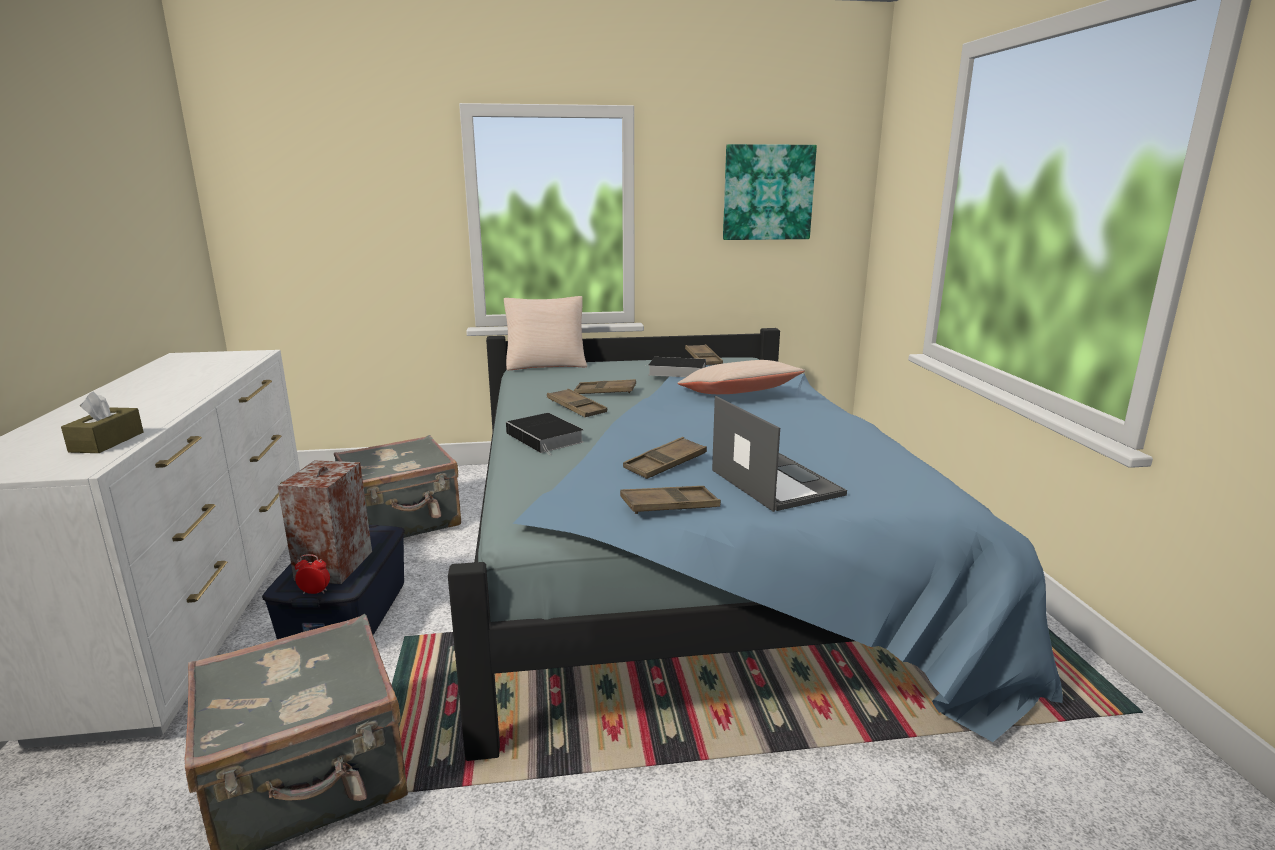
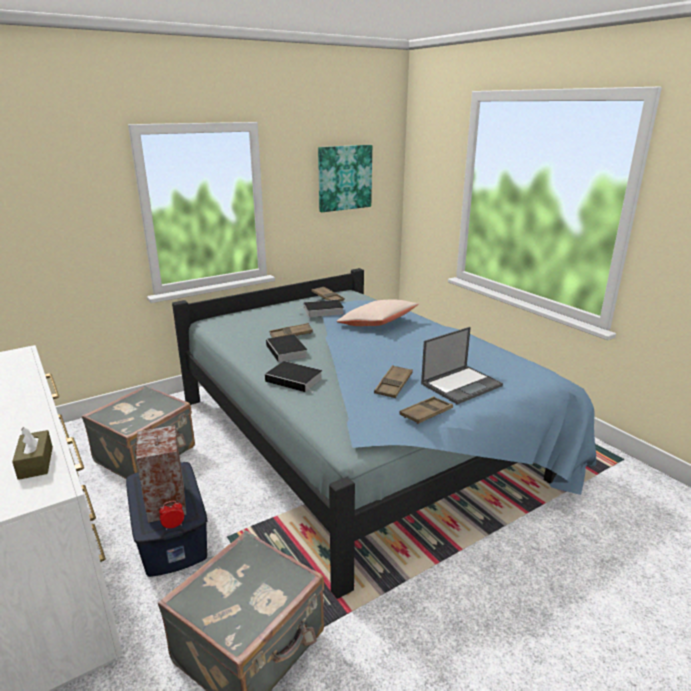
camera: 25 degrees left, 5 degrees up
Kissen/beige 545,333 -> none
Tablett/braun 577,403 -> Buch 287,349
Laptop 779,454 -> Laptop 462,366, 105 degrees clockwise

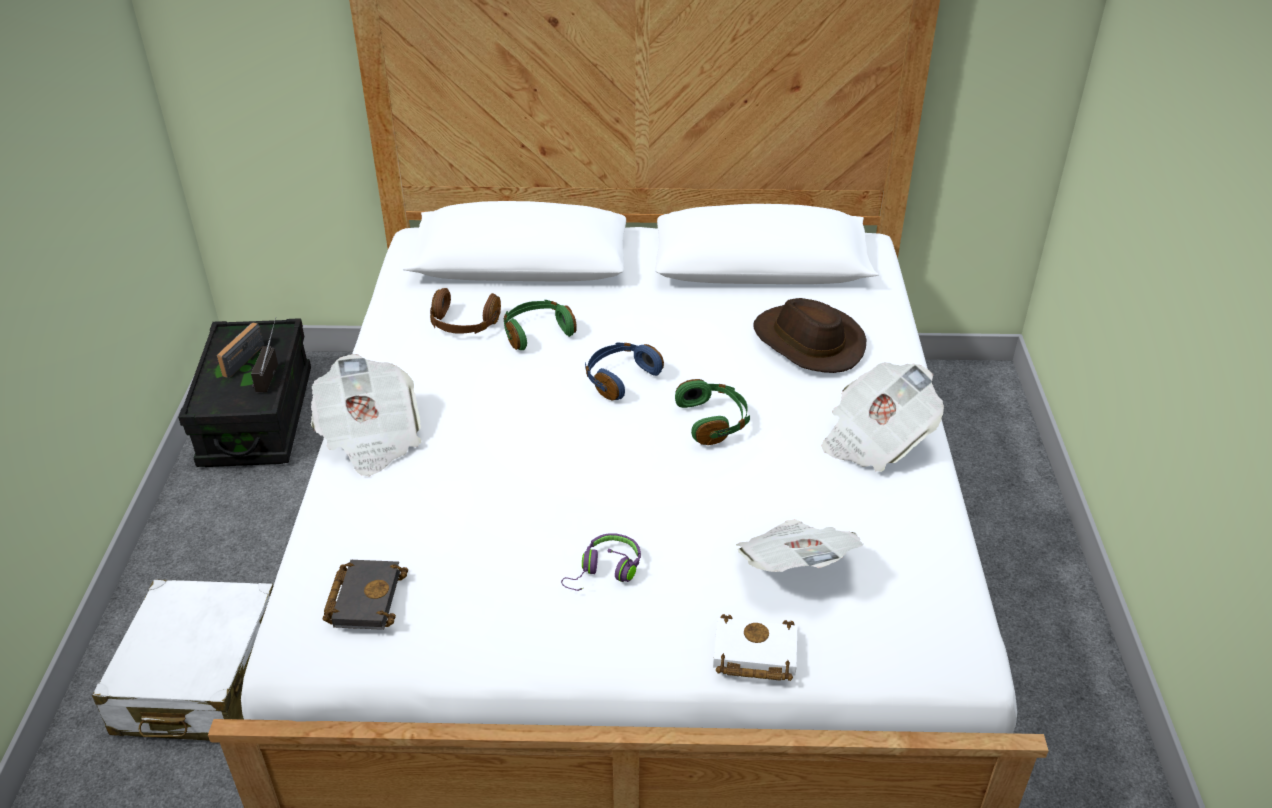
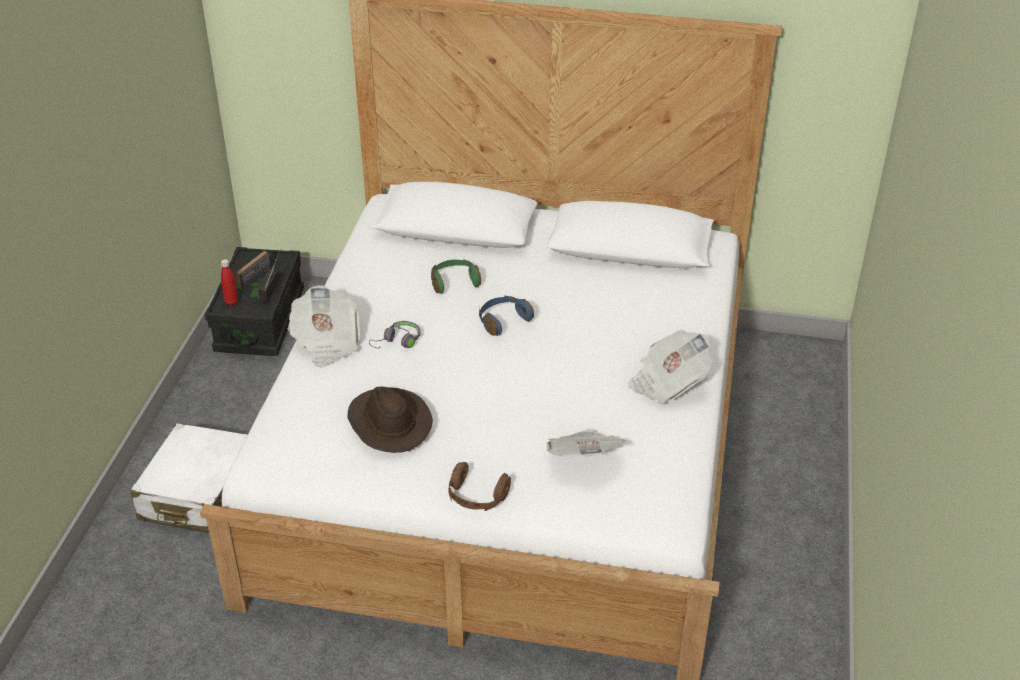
camera: 10 degrees right, 0 degrees up
Kopfhörer/braun 465,311 -> Kopfhörer/braun 480,486, moved
Hut/braun 809,335 -> Hut/braun 390,420, moved
Kopfhörer/grün 712,412 -> none
Kopfhörer/lila 601,562 -> Kopfhörer/lila 394,335, moved
Buch/schwarz 365,595 -> none
Buch/weiß 755,647 -> none
none -> Flasche/rot 229,282

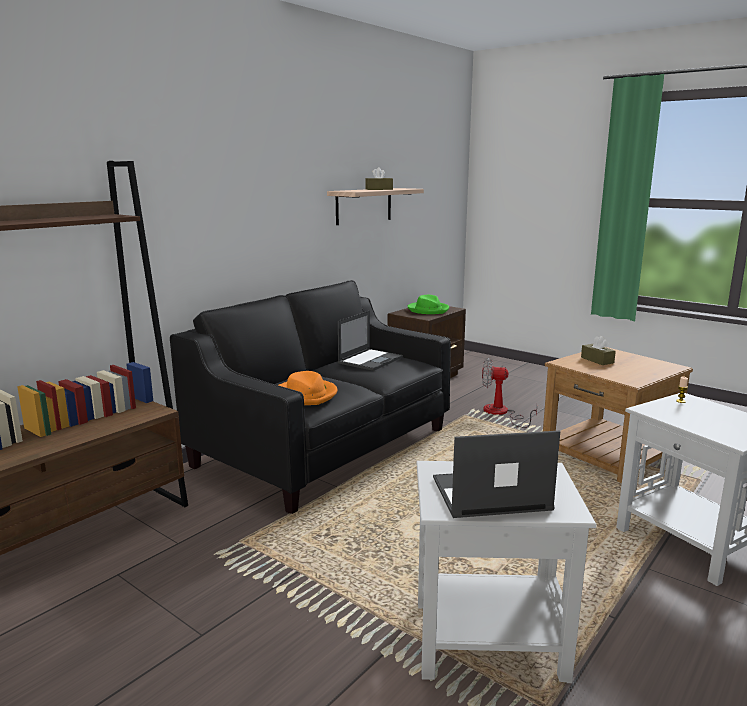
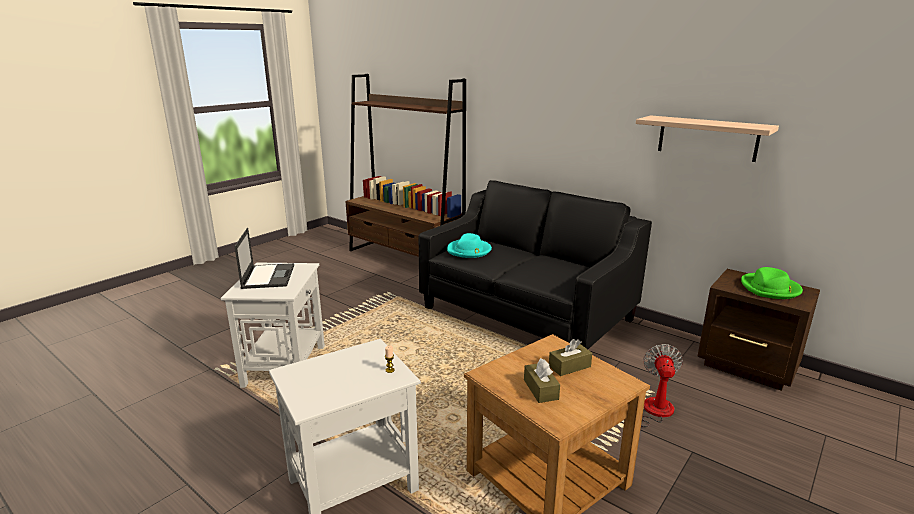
camera: 90 degrees right, 5 degrees up
Taschentuchbox/braun 379,178 -> Taschentuchbox/braun 542,380, moved
Laptop 370,341 -> none
Hut/orange 307,388 -> Hut/türkis 469,245

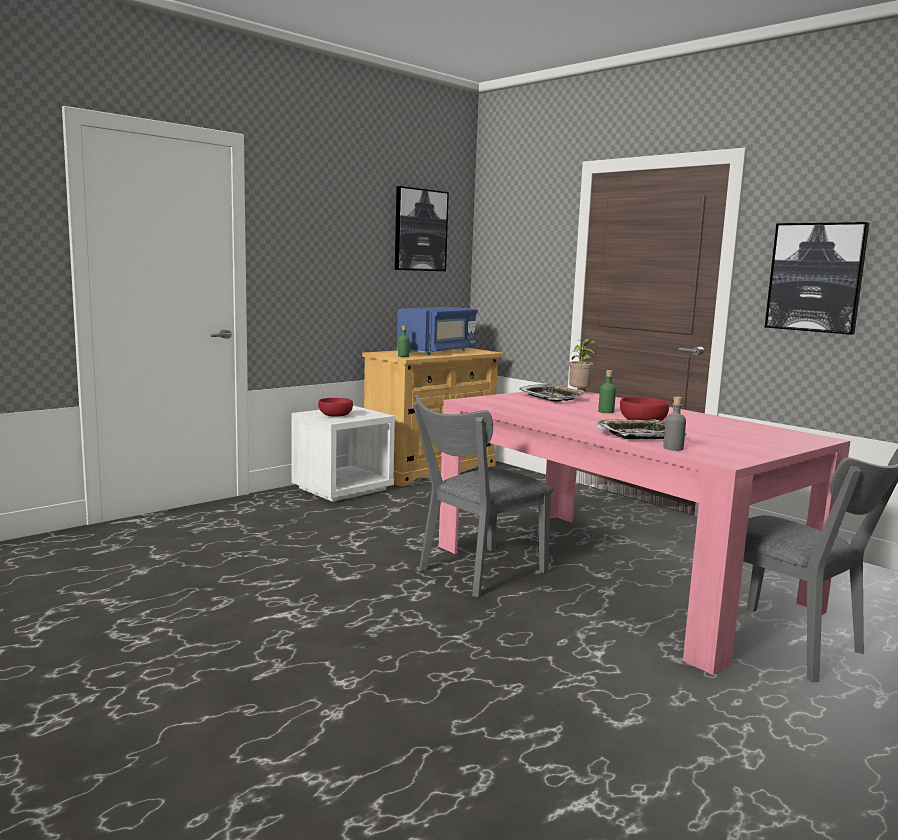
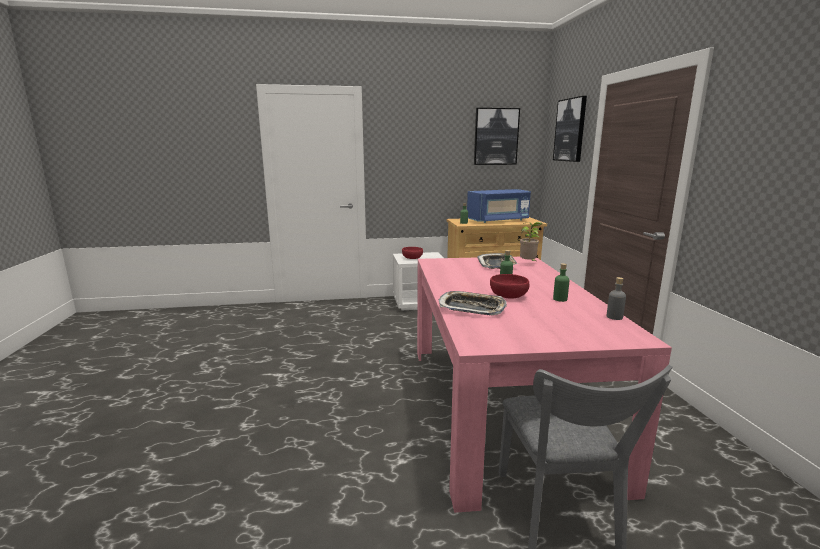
camera: 35 degrees right, 5 degrees up
Bild 817,278 -> Bild 570,129, moved
Stuhl/grau 483,496 -> none
Flasche/grau 674,424 -> Flasche/grau 616,298, moved
none -> Flasche/grün 561,282

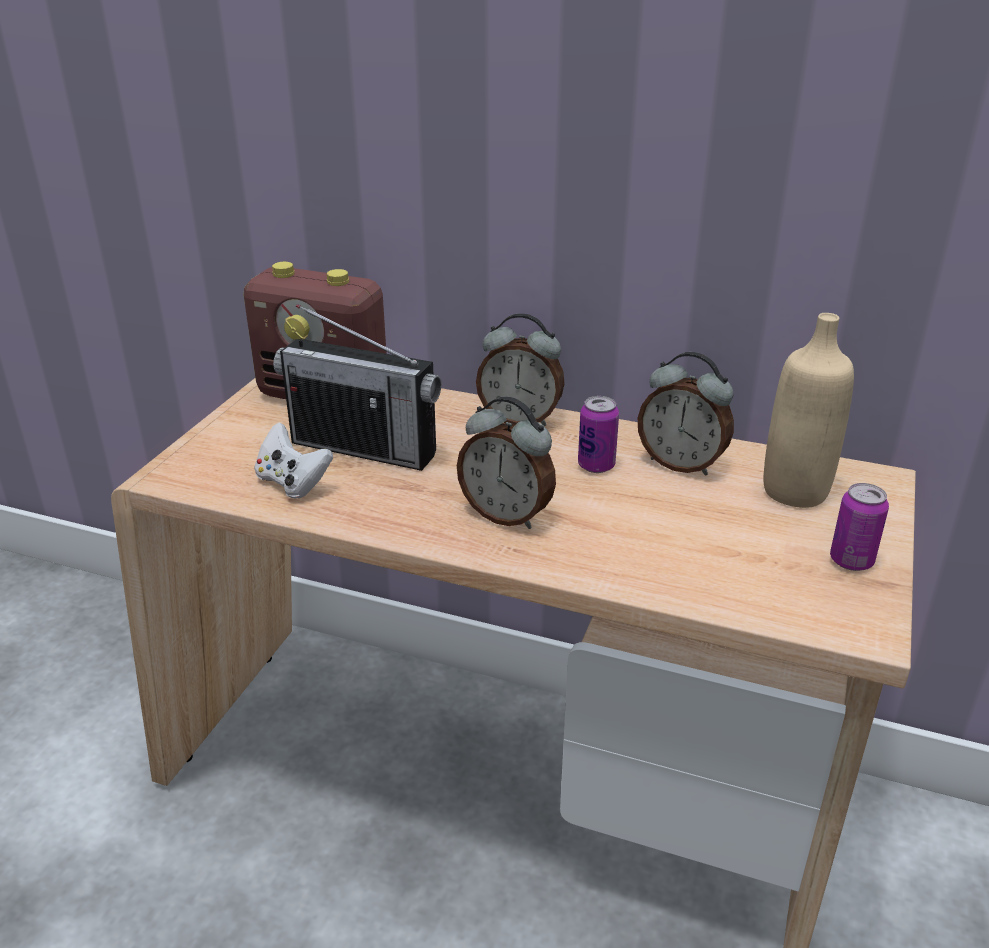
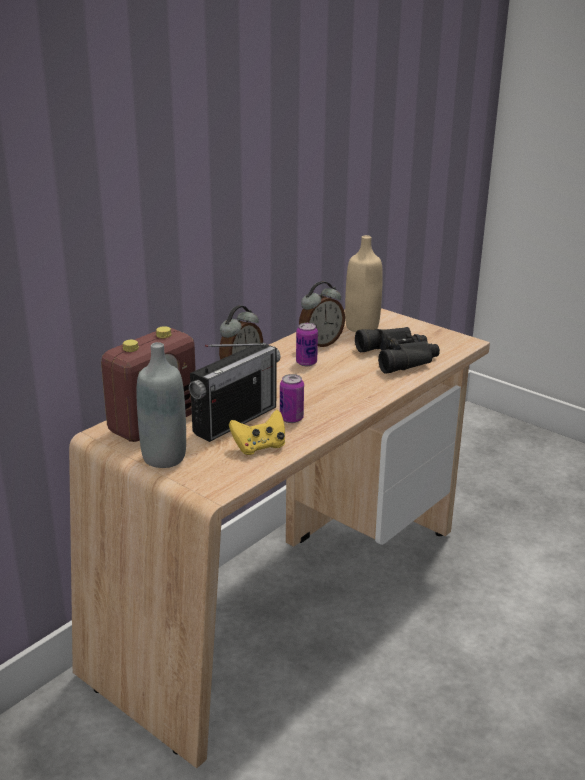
camera: 70 degrees left, 5 degrees down
Wecker 506,462 -> none
Gamepad/weiß 294,460 -> Gamepad/gelb 257,432
Dose 859,527 -> Dose 292,398, moved
none -> Fernglas/schwarz 397,350
none -> Flasche/grau 161,405

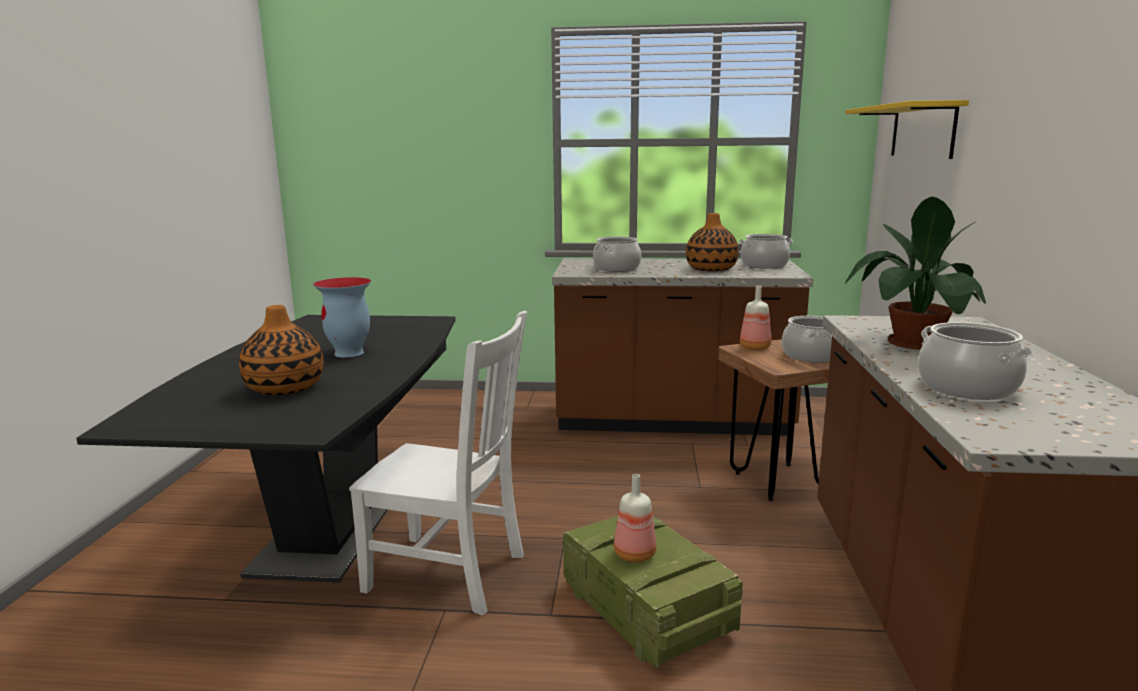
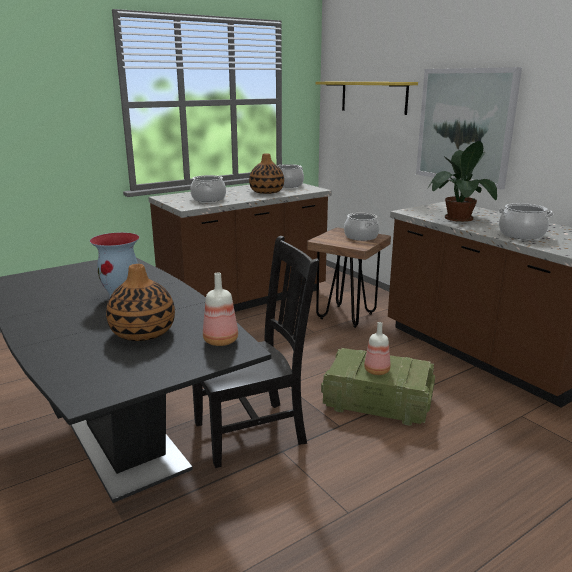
camera: 40 degrees left, 5 degrees up
Flasche 755,318 -> Flasche 220,309, moved
Stuhl/weiß 438,463 -> Stuhl/schwarz 255,352
none -> Bild 469,128

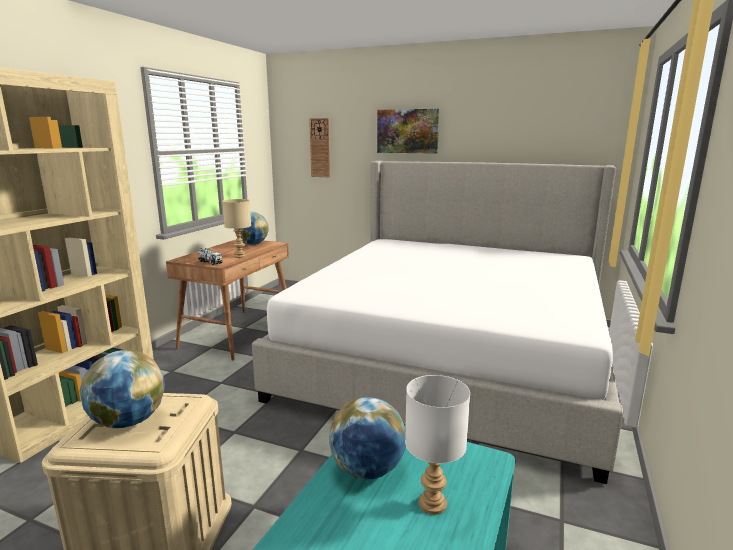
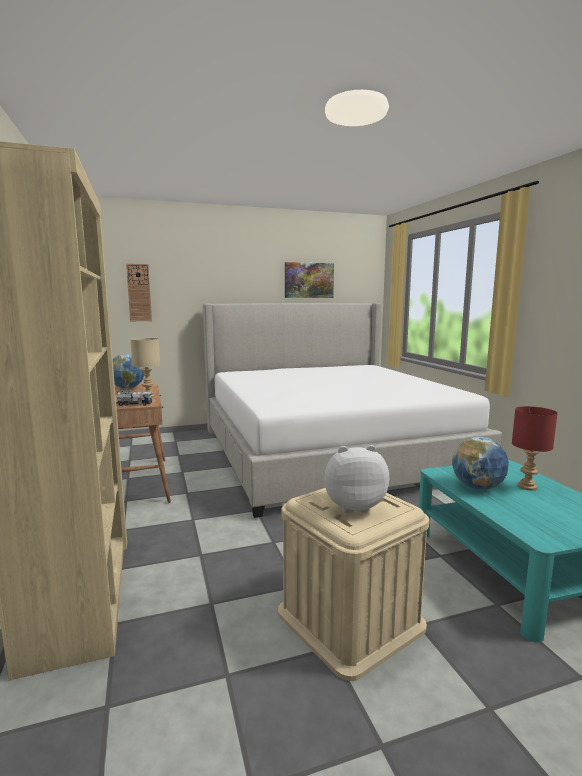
camera: 40 degrees left, 5 degrees down
Bild 408,131 -> Bild 309,280, moved
Globus 122,389 -> Plüschtier 356,479
Tischlampe/weiß 437,445 -> Tischlampe/rot 535,448

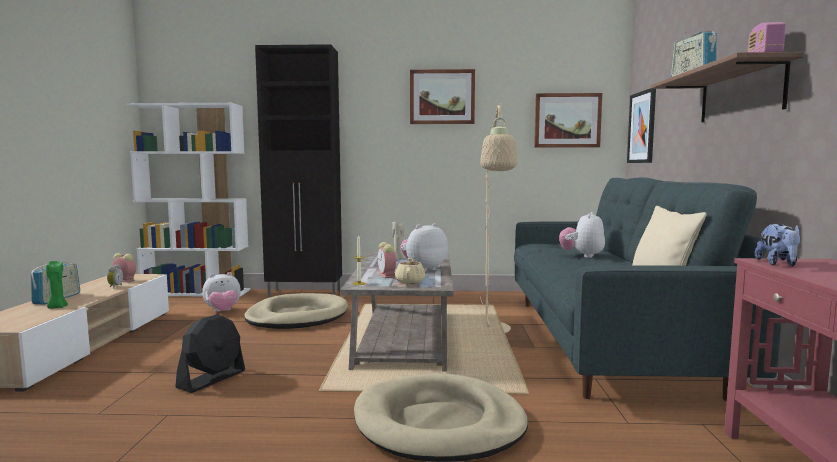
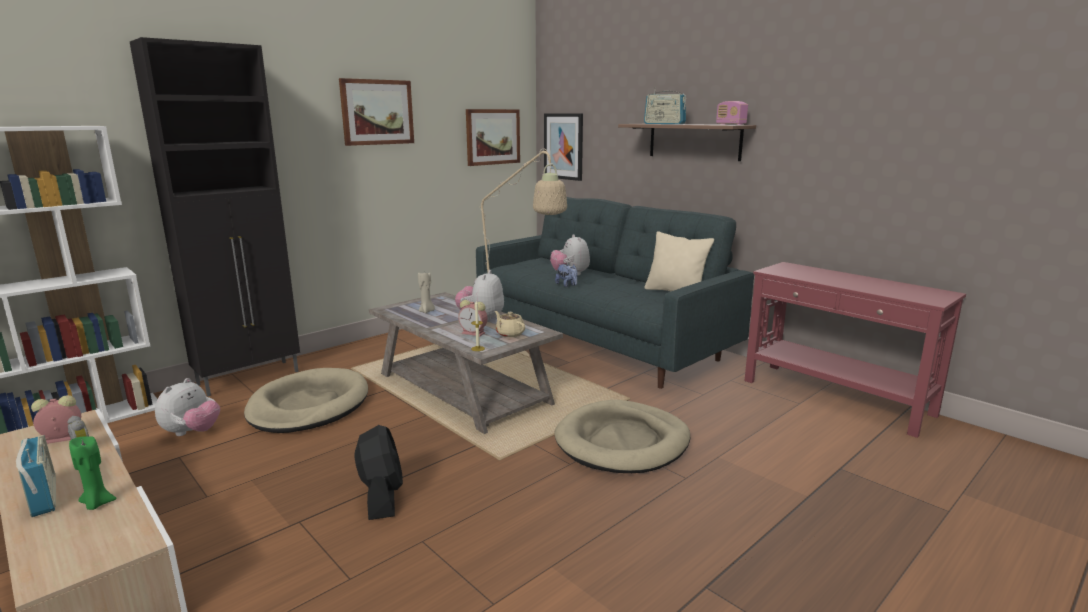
camera: 45 degrees left, 10 degrees up
Plüschtier 778,245 -> Plüschtier 566,275, moved

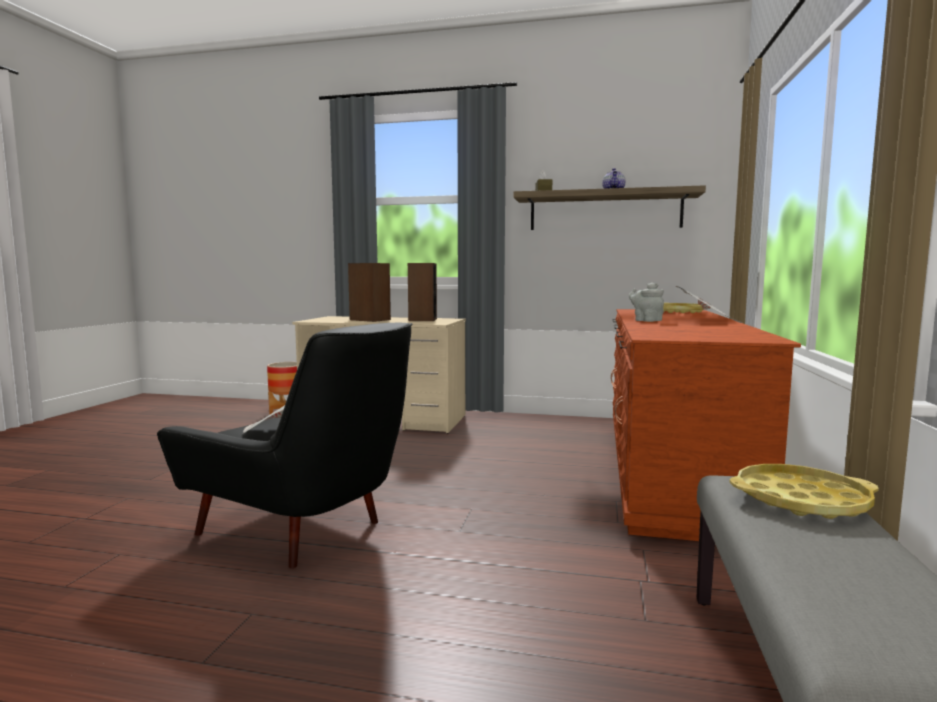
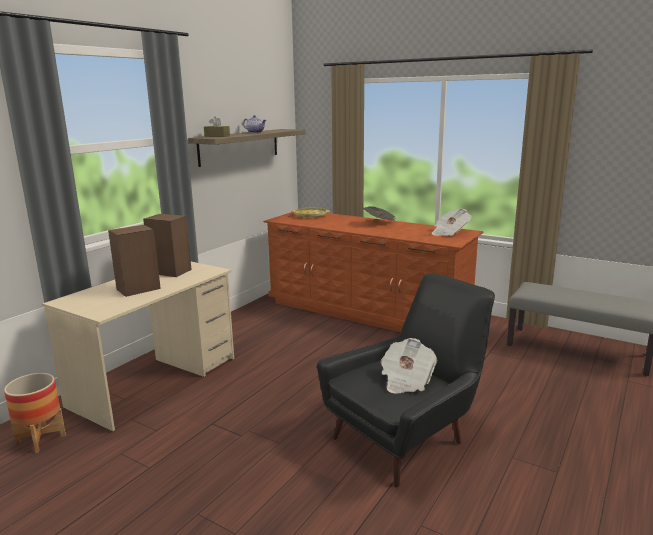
camera: 70 degrees left, 10 degrees up
Teekanne/grau 646,302 -> none
Tablett/gelb 804,491 -> none
none -> Zeitung 452,222

